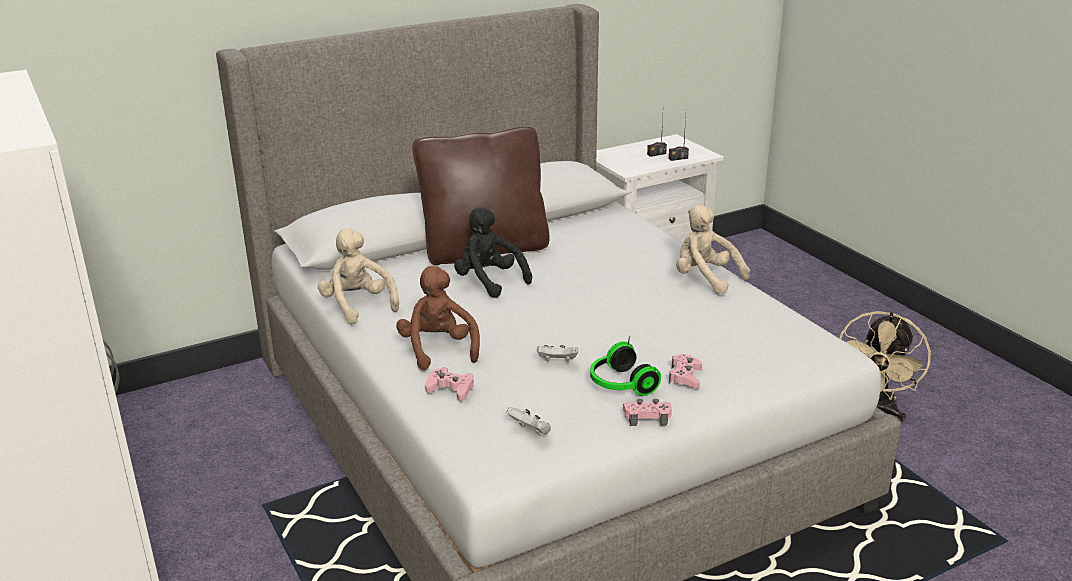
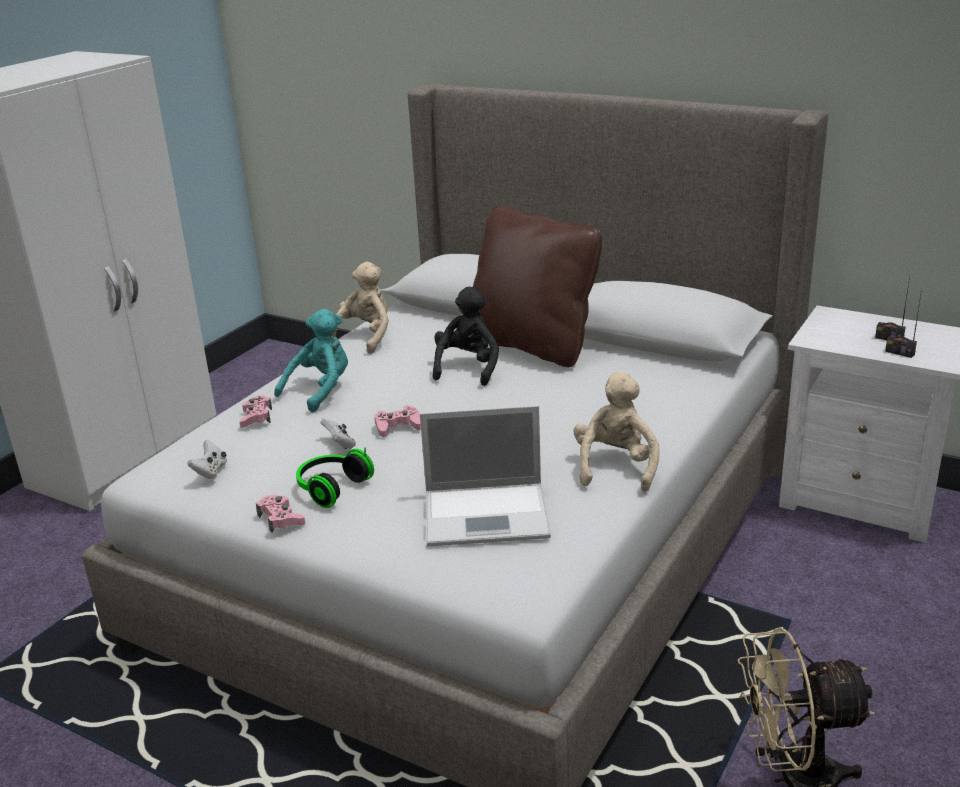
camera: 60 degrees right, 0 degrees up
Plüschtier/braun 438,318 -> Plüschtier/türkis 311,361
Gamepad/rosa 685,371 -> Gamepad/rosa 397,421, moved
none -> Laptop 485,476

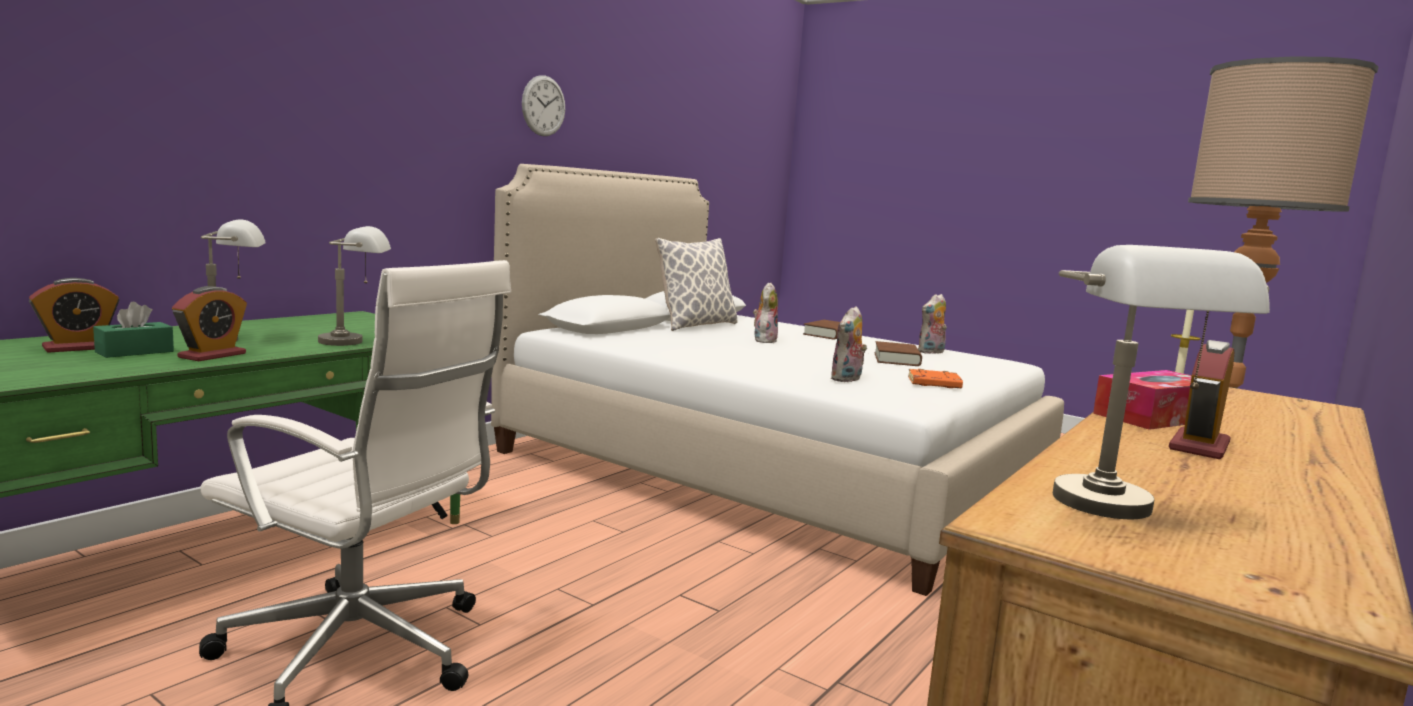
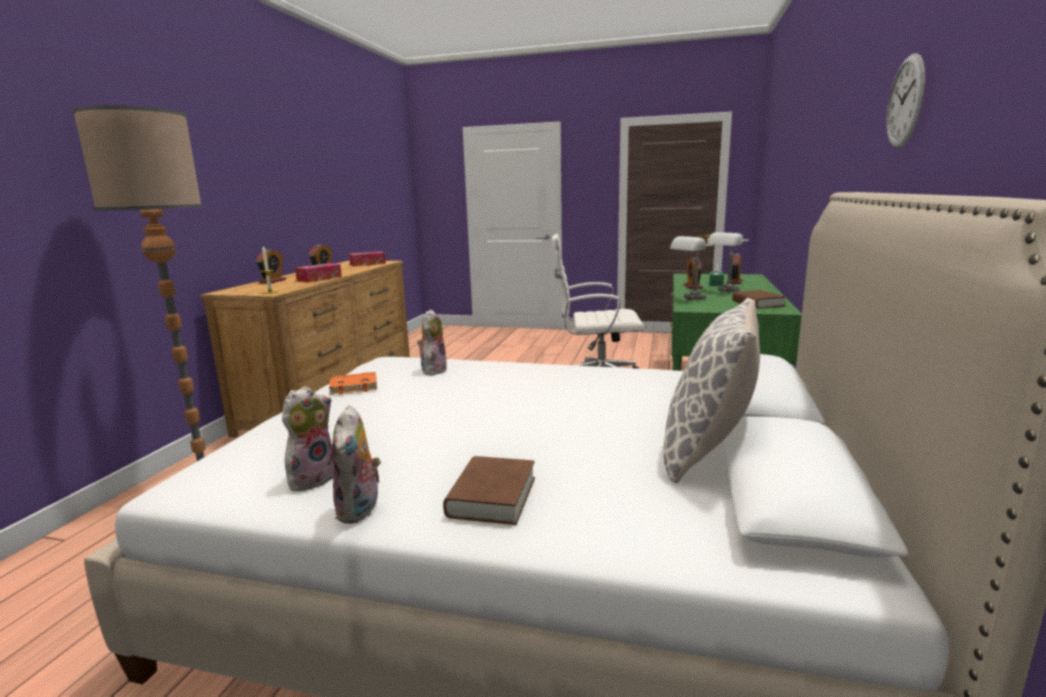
camera: 160 degrees right, 5 degrees up
Tischlampe/grau 1161,382 -> Taschentuchbox 367,258
Plüschtier 765,312 -> Plüschtier 356,464, moved
Buch/braun 898,353 -> Buch/braun 759,299, moved
none -> Wecker 271,266

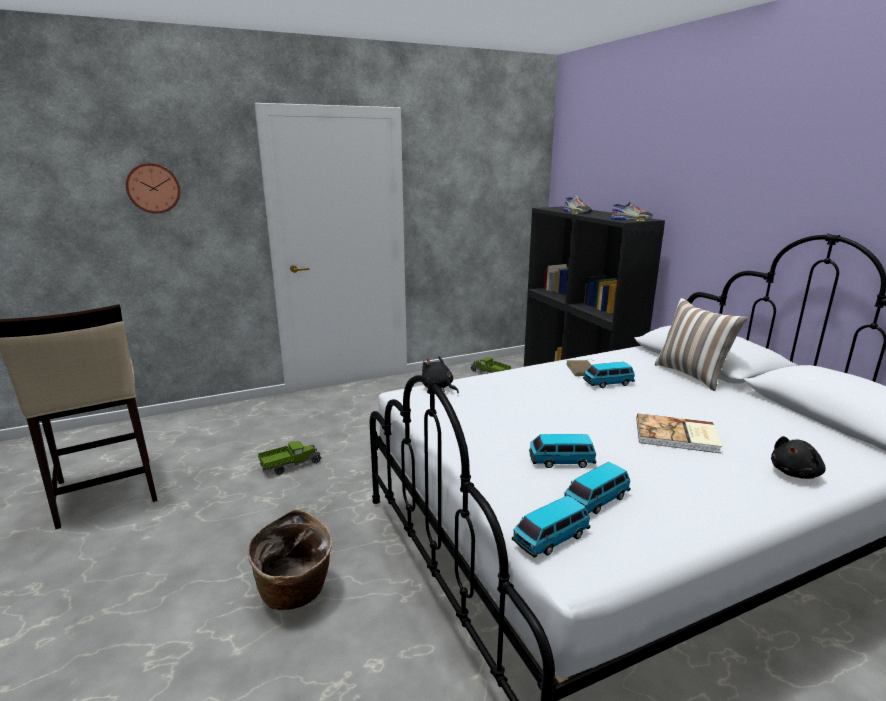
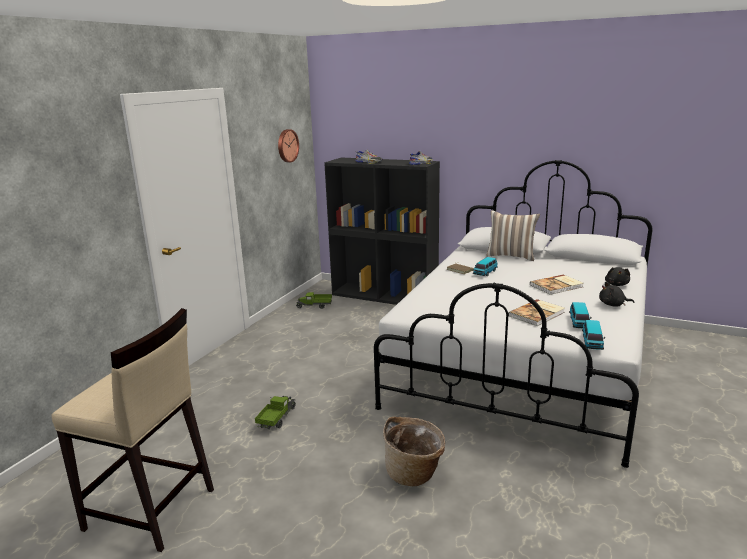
camera: 40 degrees left, 0 degrees up
Wanduhr 153,188 -> Wanduhr 288,145, moved
Plüschtier/schwarz 440,374 -> Plüschtier/schwarz 616,294, moved
Spielzeugauto 562,451 -> Buch 536,312

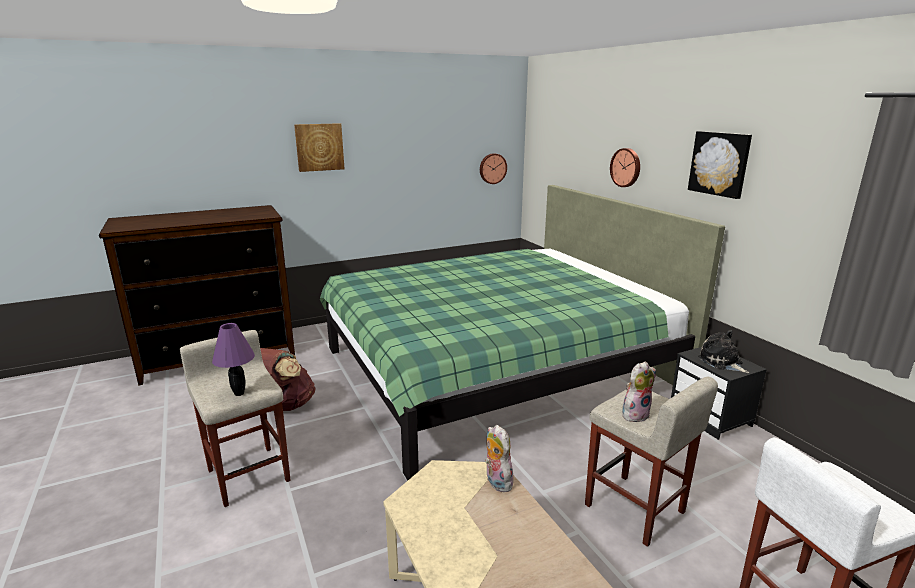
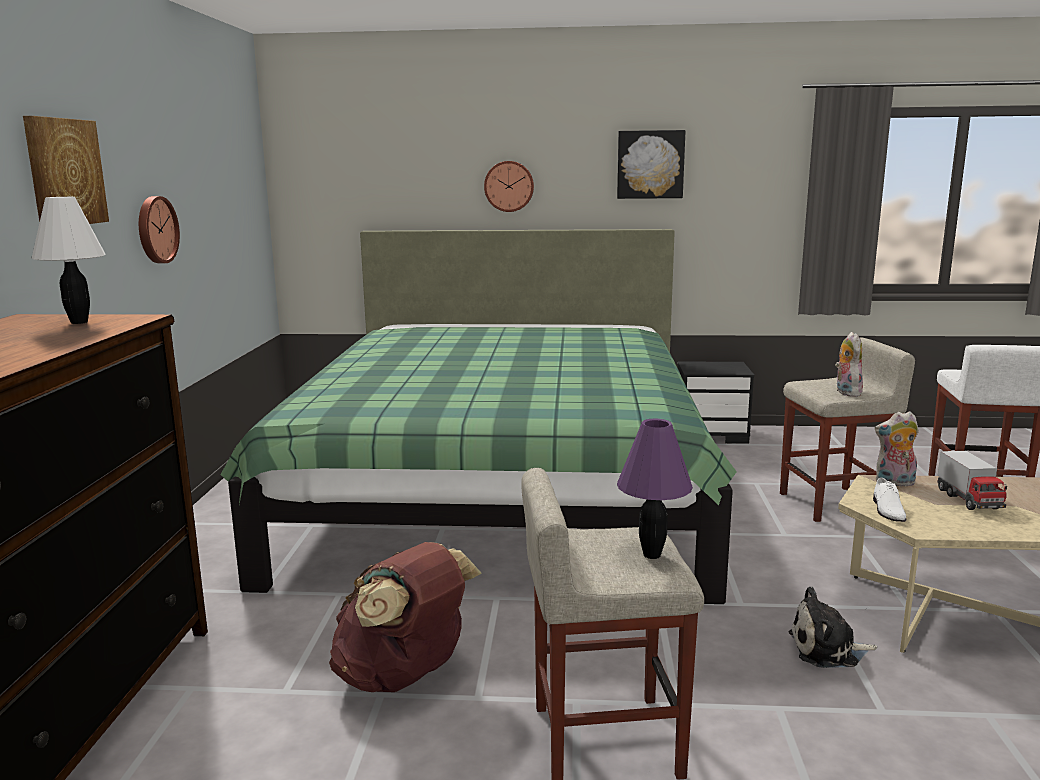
camera: 60 degrees left, 5 degrees down
Wanduhr 493,168 -> Wanduhr 159,229, moved
Plüschtier 723,351 -> Plüschtier 833,627, moved
none -> Tischlampe/weiß 68,260
none -> Spielzeuglaster 972,480
none -> Schuh/weiß 889,500

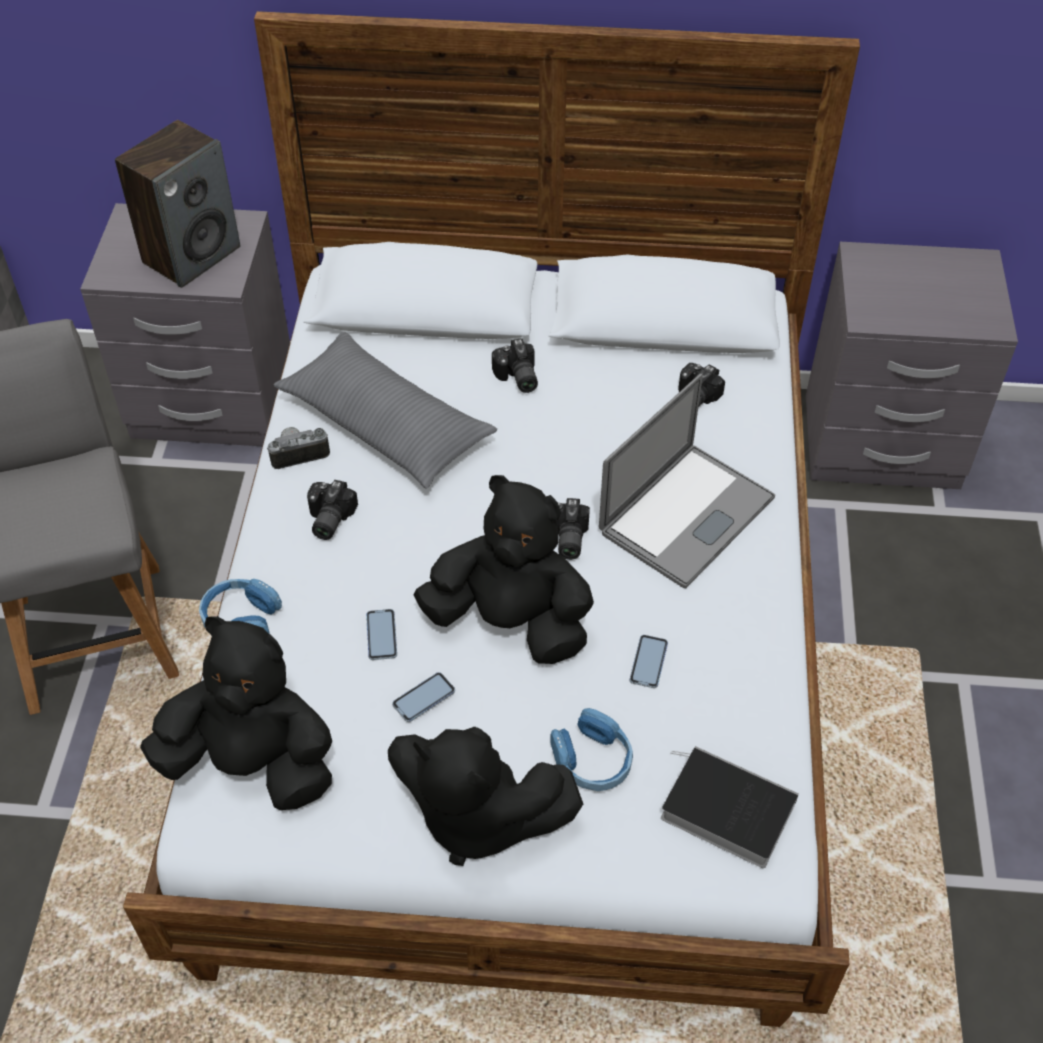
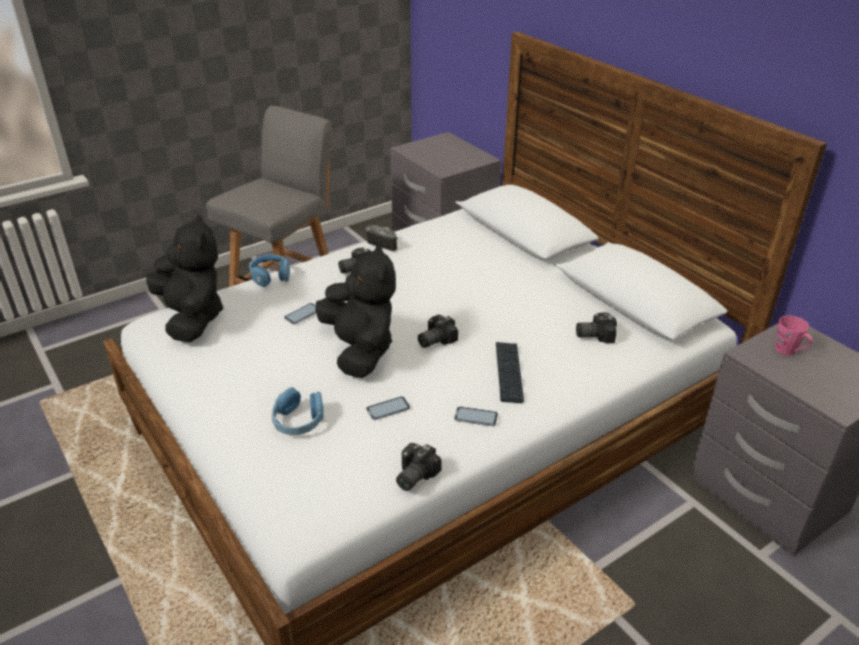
camera: 50 degrees right, 15 degrees down
Lautsprecher 177,204 -> none
Kissen/grau 385,410 -> none
Kamera 515,366 -> Kamera 419,467, moved
Laptop 687,481 -> Tastatur 510,372
Handy 423,697 -> Handy 476,416, moved
Plüschtier/schwarz 485,796 -> none
Buch 730,807 -> none
none -> Henkelbecher/rosa 794,335

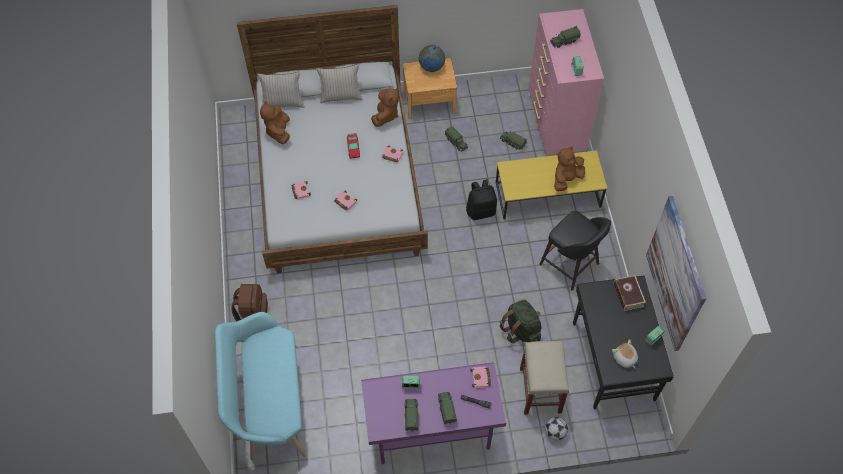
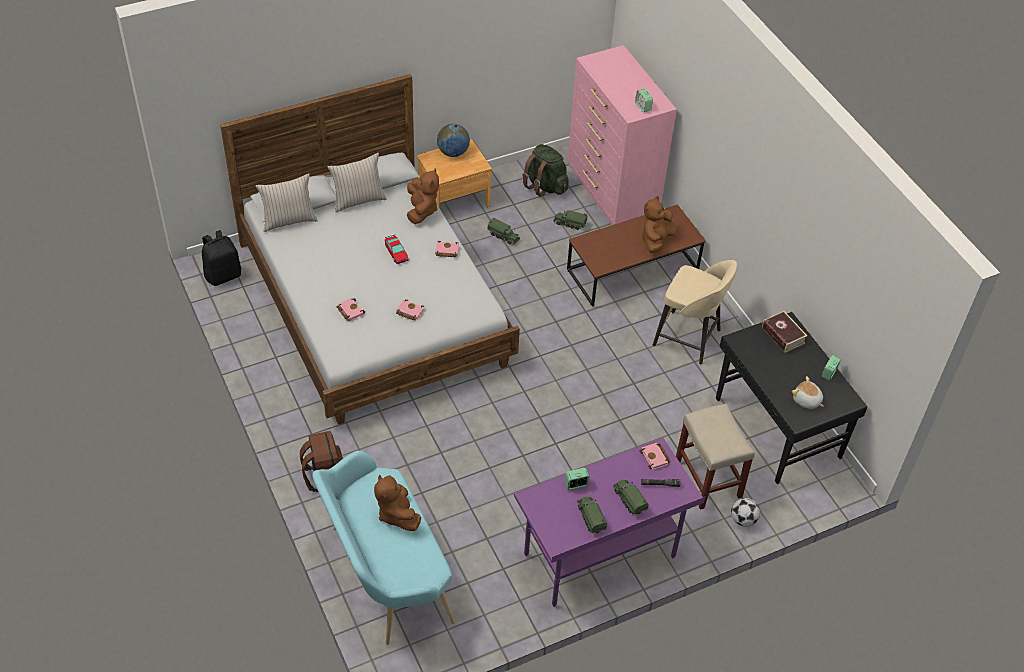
camera: 20 degrees left, 10 degrees down
Spielzeuglaster 565,37 -> none
Plüschtier/braun 275,122 -> Plüschtier/braun 397,502, moved
Couchtisch/gelb 551,184 -> Couchtisch/braun 636,256
Rucksack/schwarz 481,199 -> Rucksack/schwarz 221,258, moved
Bild 676,273 -> none
Hocker/schwarz 575,250 -> Hocker/beige 695,312
Rucksack/grün 521,321 -> Rucksack/grün 545,170, moved

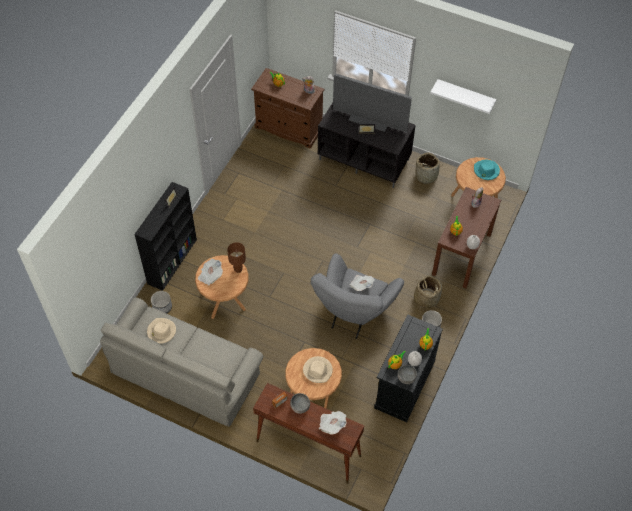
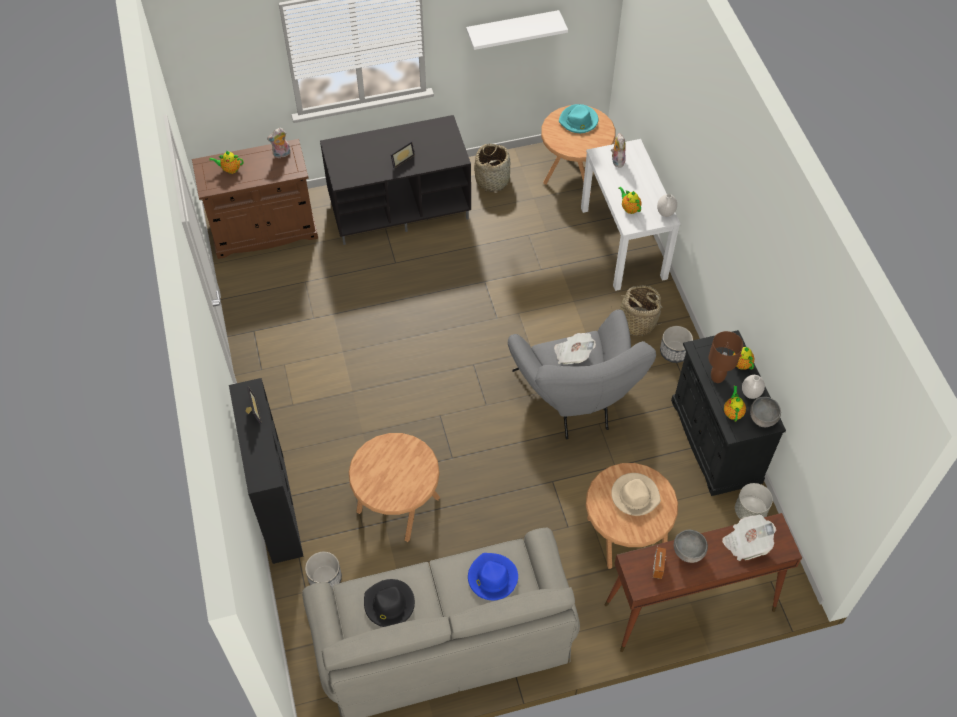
camera: 40 degrees left, 0 degrees up
Fernseher 372,103 -> none
Konsolentisch/braun 466,237 -> Konsolentisch/weiß 631,215
Tischlampe/braun 236,257 -> Tischlampe/braun 725,357, moved
Zeitung 210,272 -> none
Hut/beige 161,331 -> Hut/schwarz 389,603
none -> Pflanzkübel/grau 754,501
none -> Hut/blau 493,576

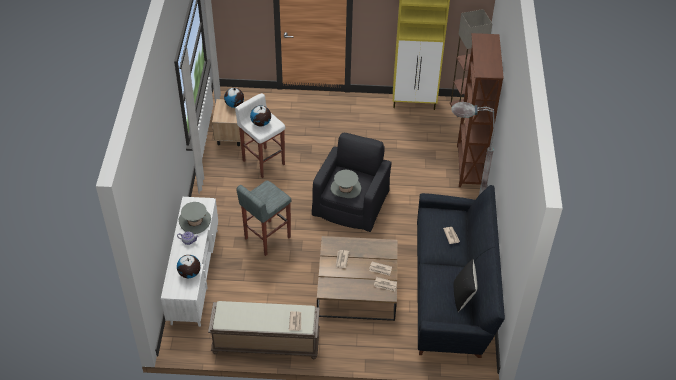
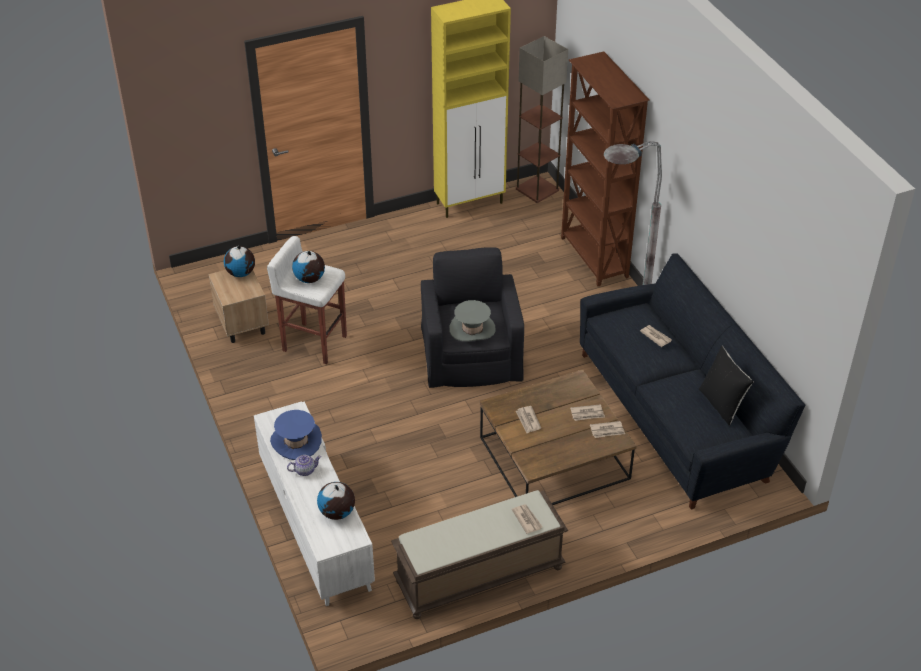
camera: 25 degrees left, 5 degrees down
Hocker/grau 264,218 -> none
Hut/grau 195,218 -> Hut/blau 296,435

